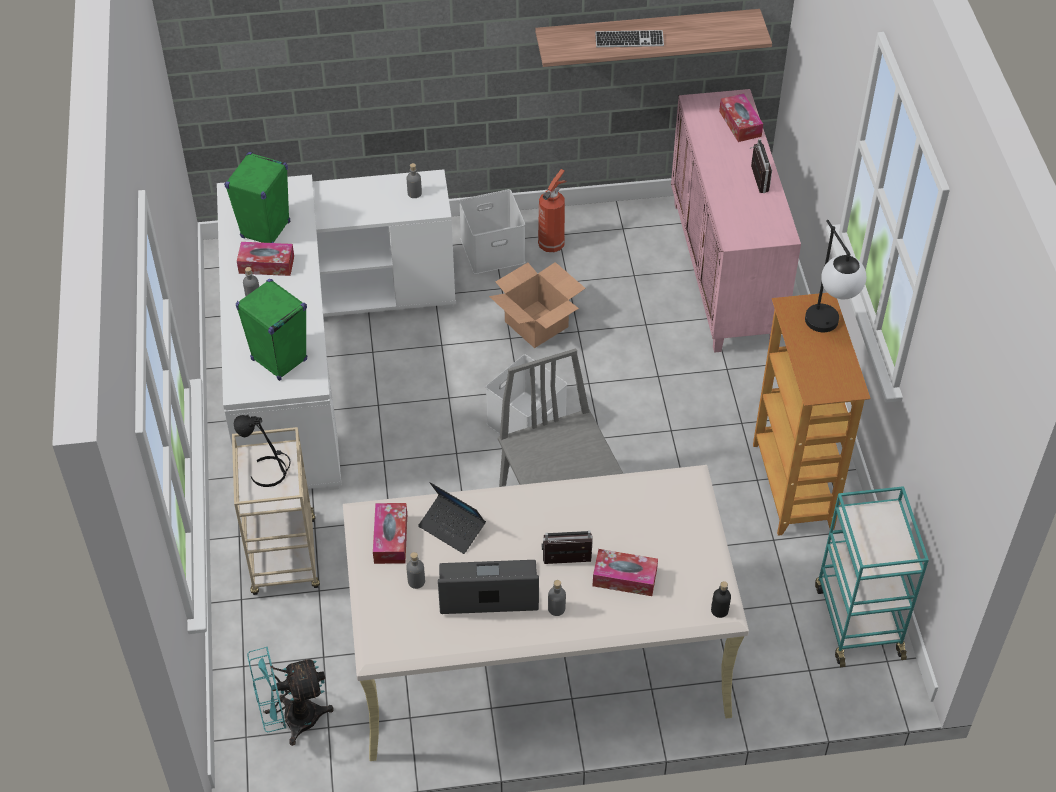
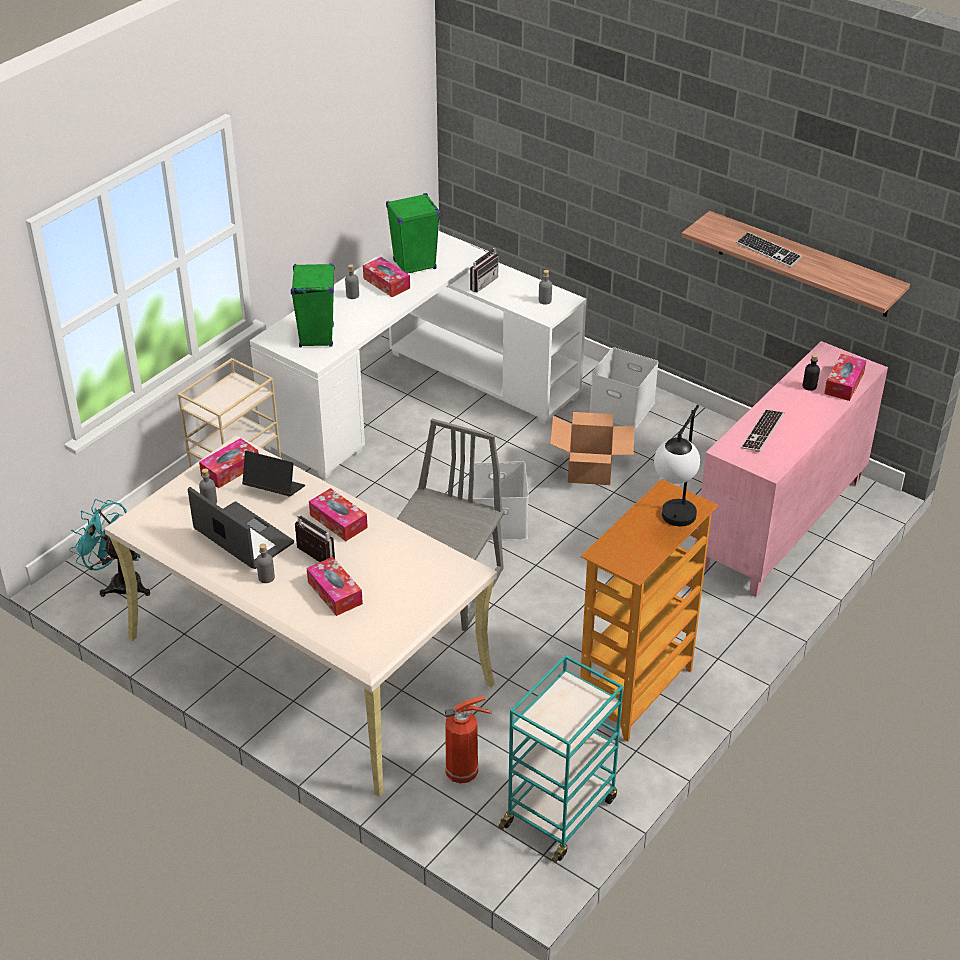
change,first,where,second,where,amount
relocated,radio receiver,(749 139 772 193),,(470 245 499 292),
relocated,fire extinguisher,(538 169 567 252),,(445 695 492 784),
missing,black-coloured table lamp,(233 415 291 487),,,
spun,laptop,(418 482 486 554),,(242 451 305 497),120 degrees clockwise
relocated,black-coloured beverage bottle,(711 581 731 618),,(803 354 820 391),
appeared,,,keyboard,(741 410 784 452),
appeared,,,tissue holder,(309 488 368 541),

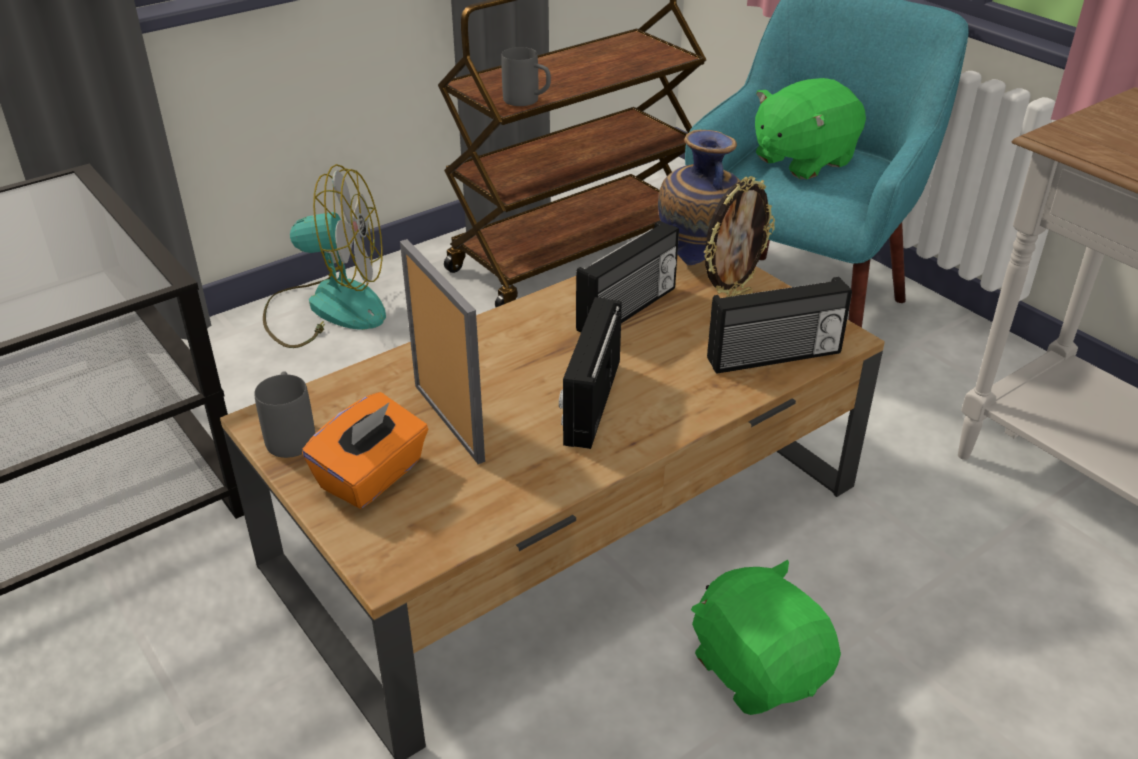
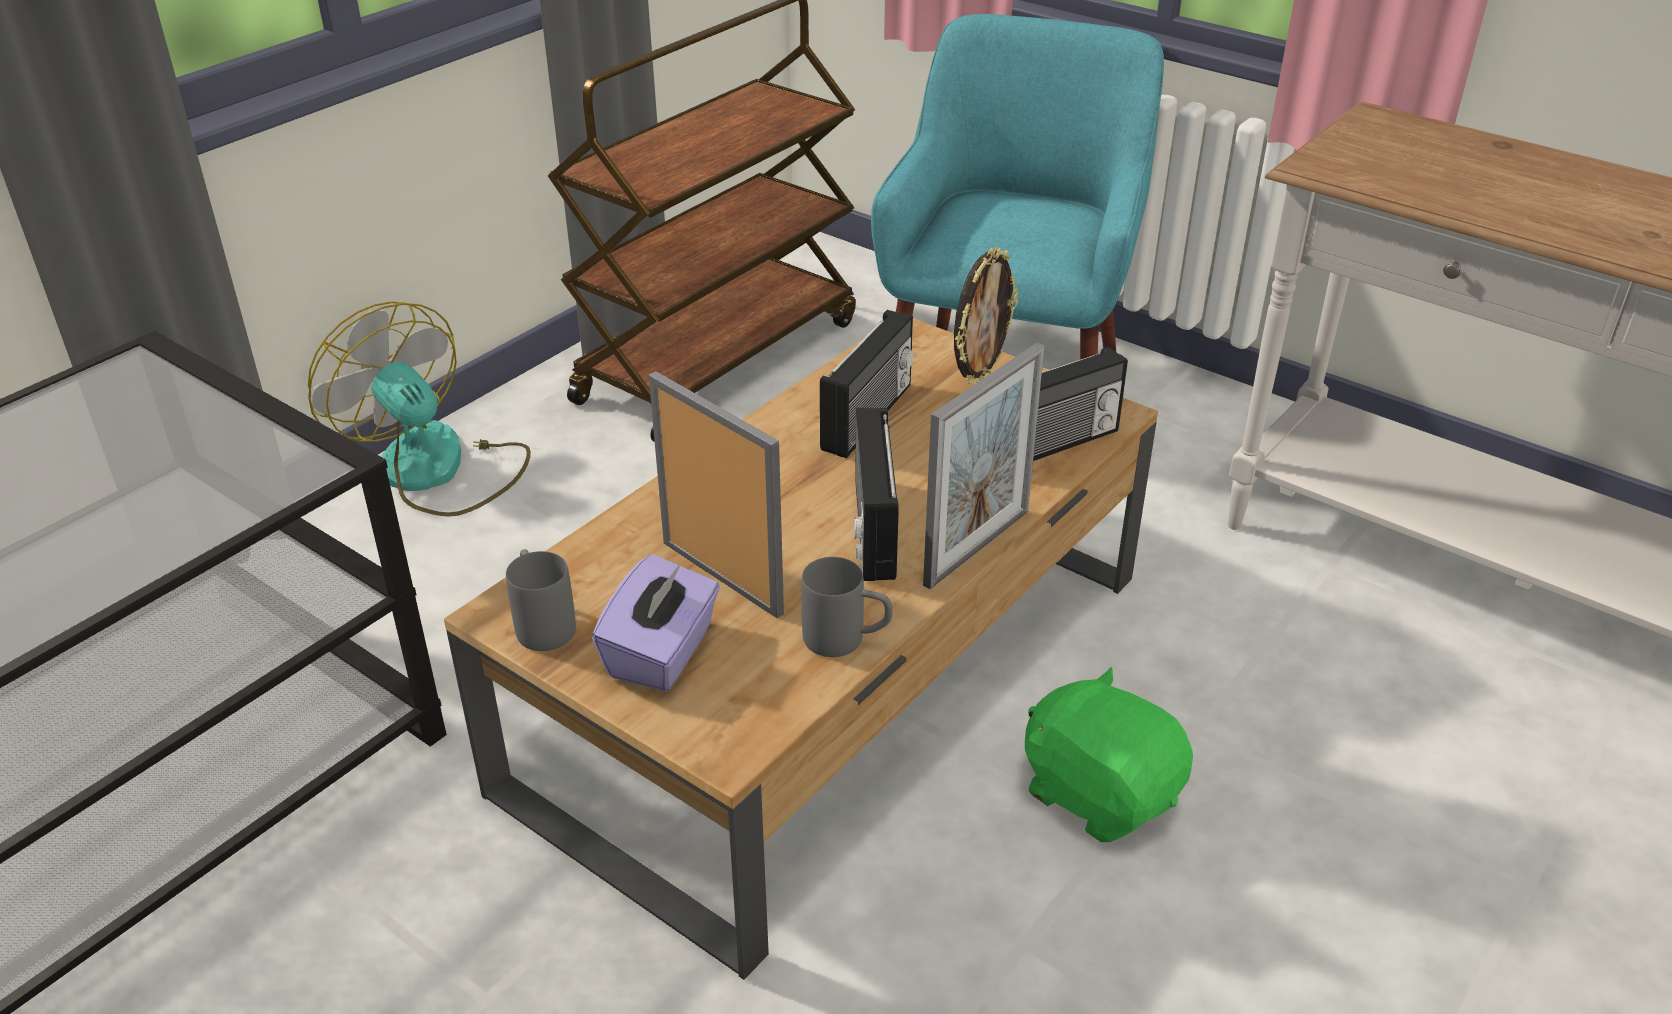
change,first,where,second,where,amount
relocated,grey mug,(501 47 551 106),,(801 557 893 657),
missing,green plush toy,(755 78 866 179),,,
missing,decorative vase,(658 130 740 265),,,
spun,fan,(263 164 386 348),,(308 301 531 517),120 degrees counterclockwise
colour,orange-coloured tissue holder,(302 392 428 509),purplish tissue holder,(592 554 720 691),
appeared,,,photo frame,(923 343 1044 589),

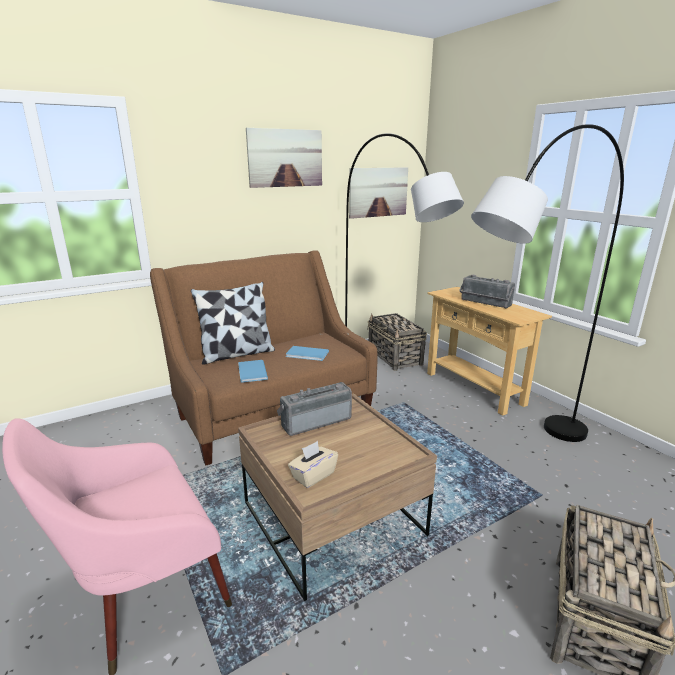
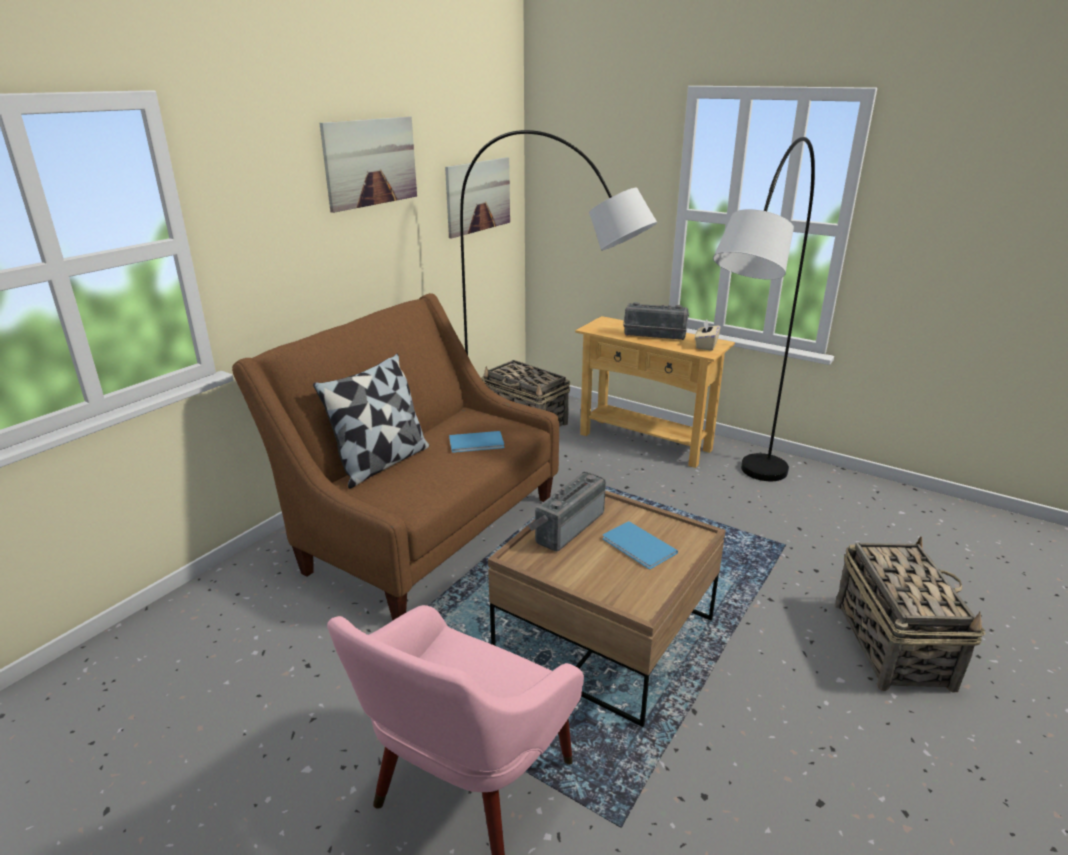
change,first,where,second,where,amount
relocated,blue-coloured volume,(238 360 268 383),,(602 521 678 569),
relocated,beige tissue holder,(288 441 338 488),,(695 320 721 351),

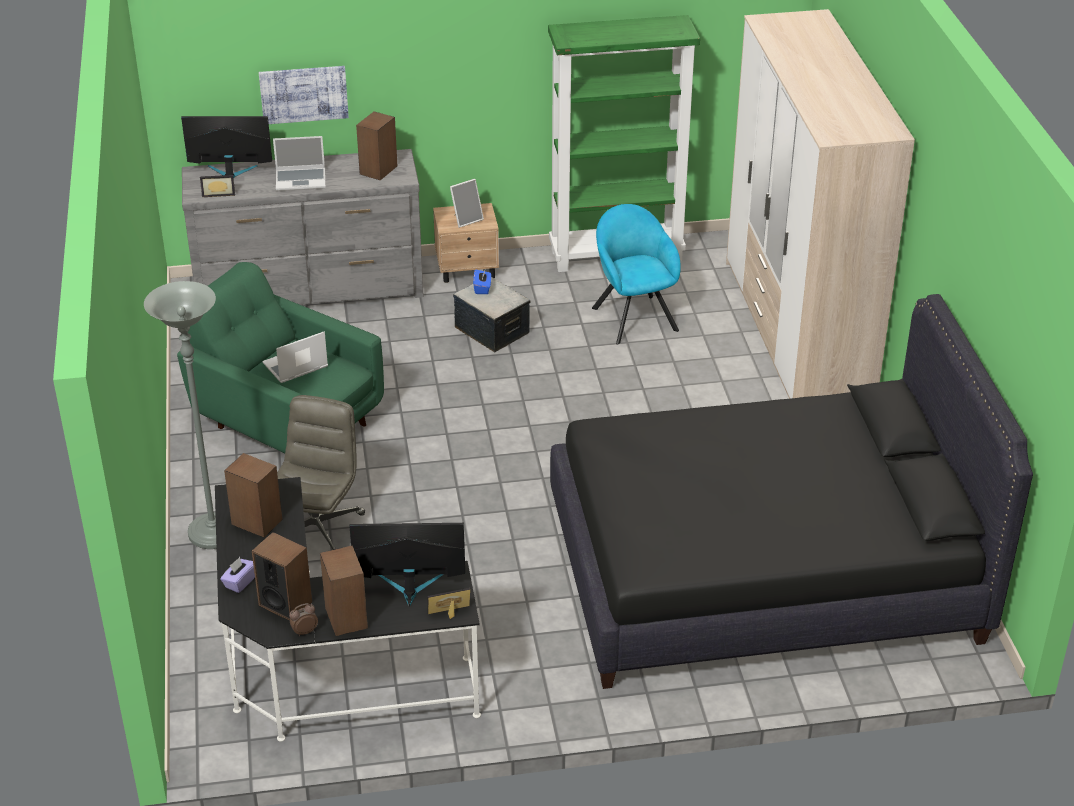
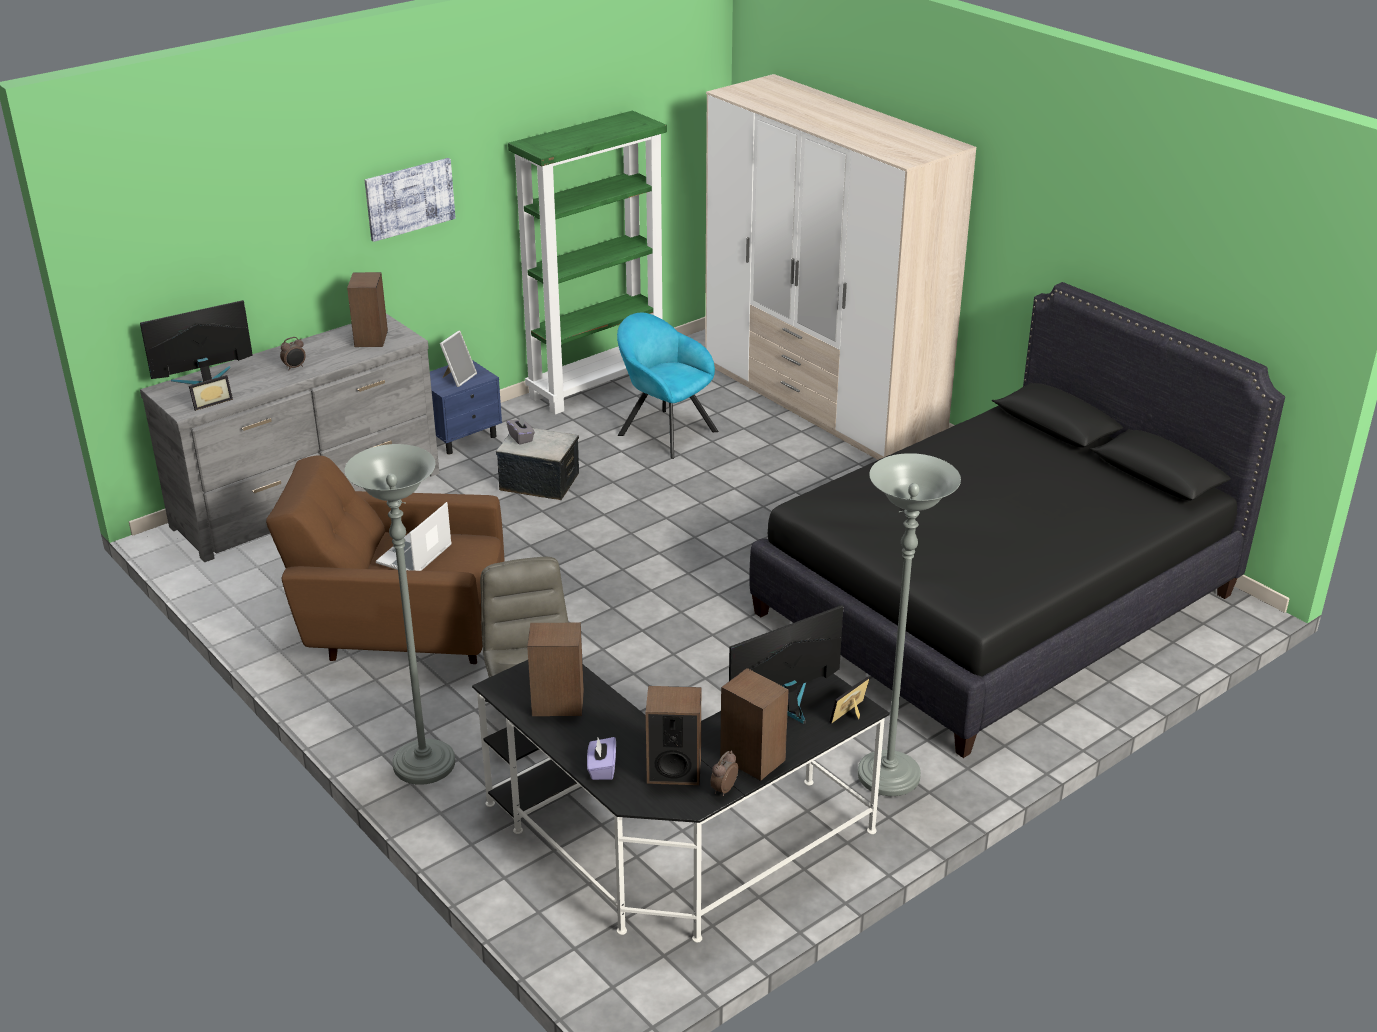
change,first,where,second,where,amount
relocated,wall picture,(259 66 349 124),,(365 158 455 242),
exchanged,laptop,(273 136 326 191),table clock,(280 337 306 370),
colour,beige nightstand,(433 203 499 283),blue-coloured nightstand,(430 360 502 454),
colour,green easy chair,(177 262 384 453),brownish easy chair,(266 455 505 664),
colour,blue-coloured tissue holder,(473 270 491 294),grey tissue holder,(506 416 535 445),
appeared,,,grey floor lamp,(858 453 961 796),

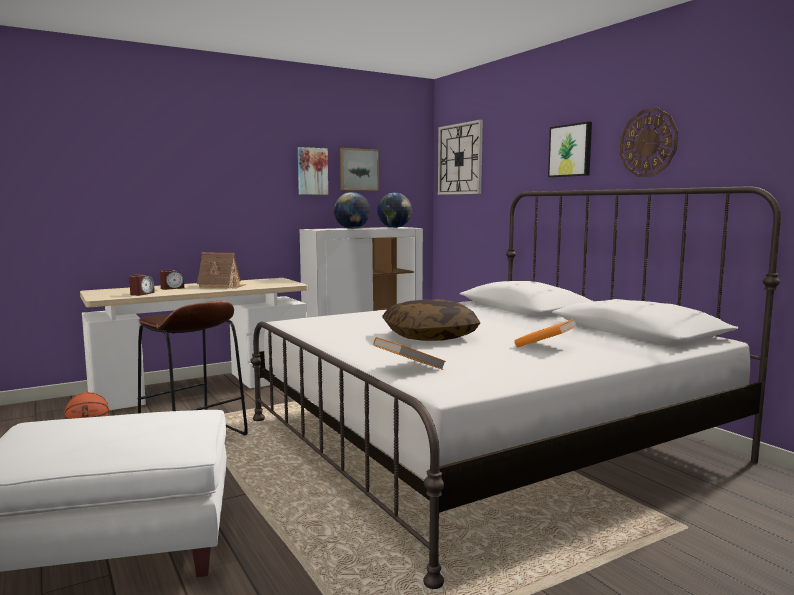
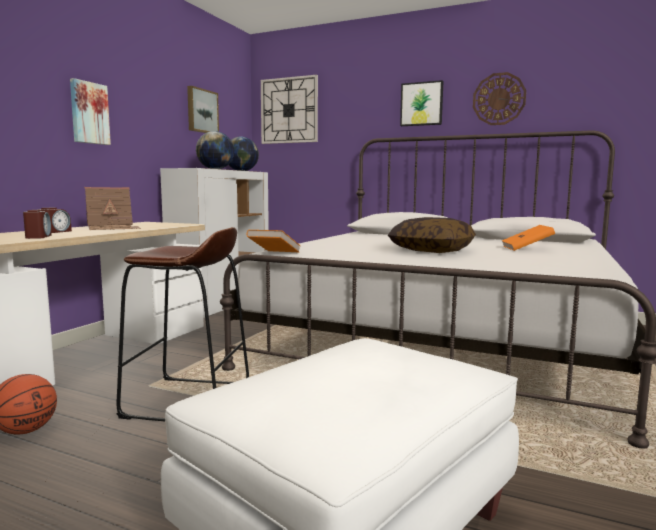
change,first,where,second,where,amount
relocated,wall picture,(298 147 328 195),,(70 78 111 145),
relocated,orange-coloured volume,(373 337 446 370),,(247 230 300 252),

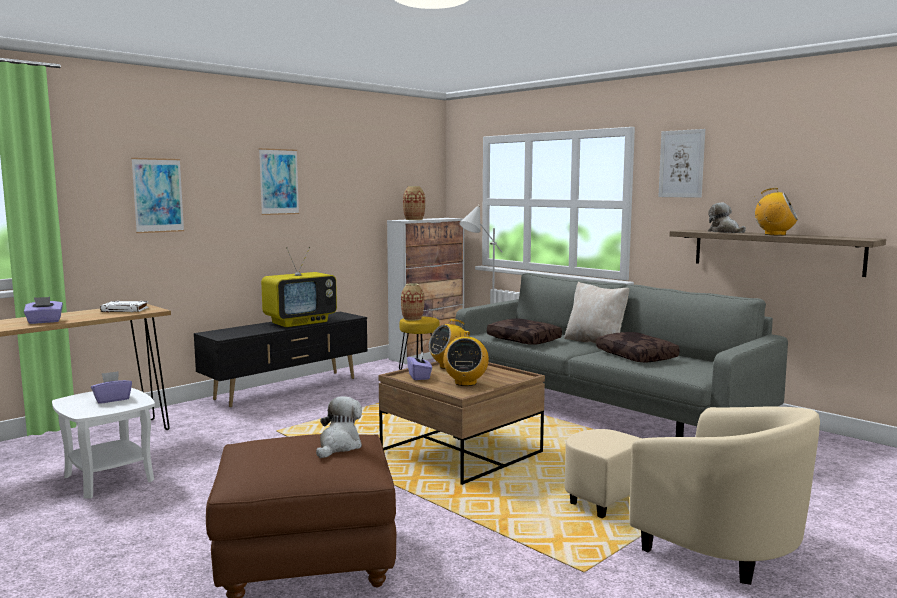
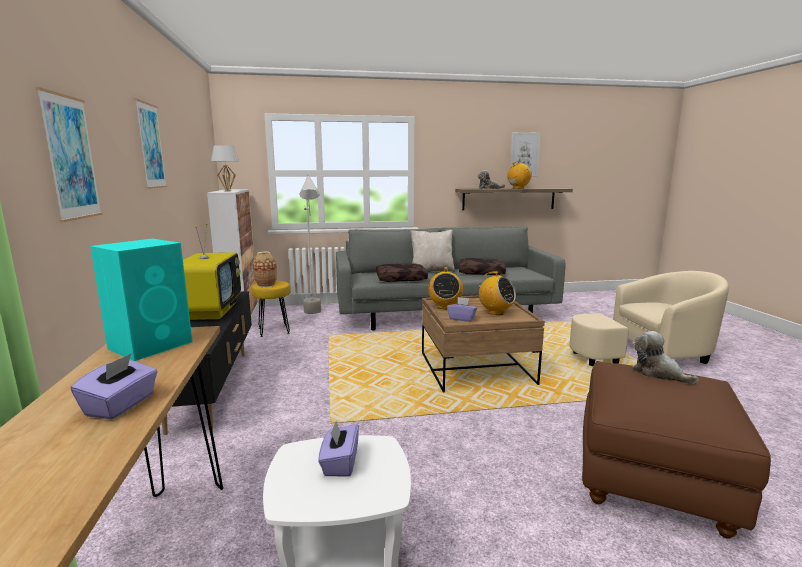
change,first,where,second,where,amount
relocated,wall picture,(658 129 705 198),,(510 132 541 176),
exchanged,decorative vase,(403 186 425 220),whitish table lamp,(211 145 239 191),
exchanged,whitish volume,(100 301 149 312),turquoise audio speaker,(90 239 193 361),

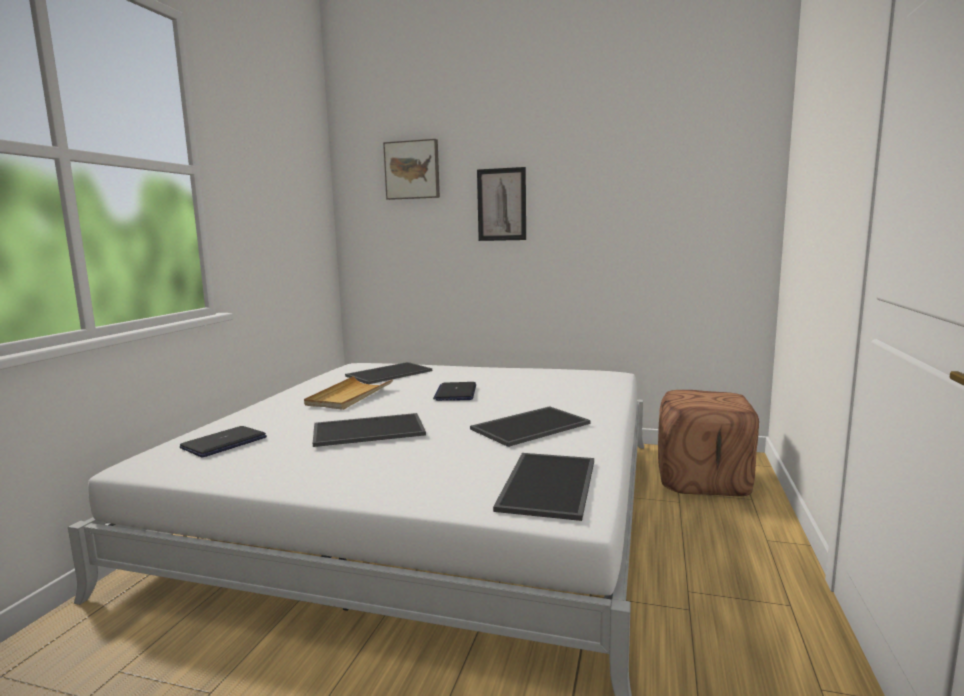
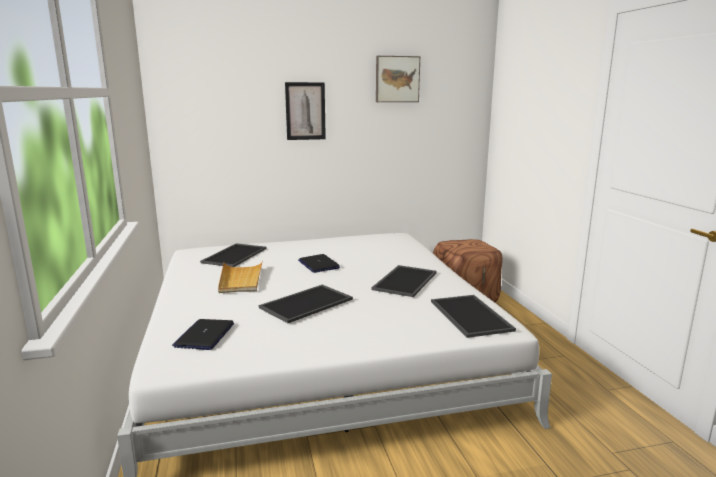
change,first,where,second,where,amount
relocated,wall picture,(383 139 440 200),,(376 56 420 102),

